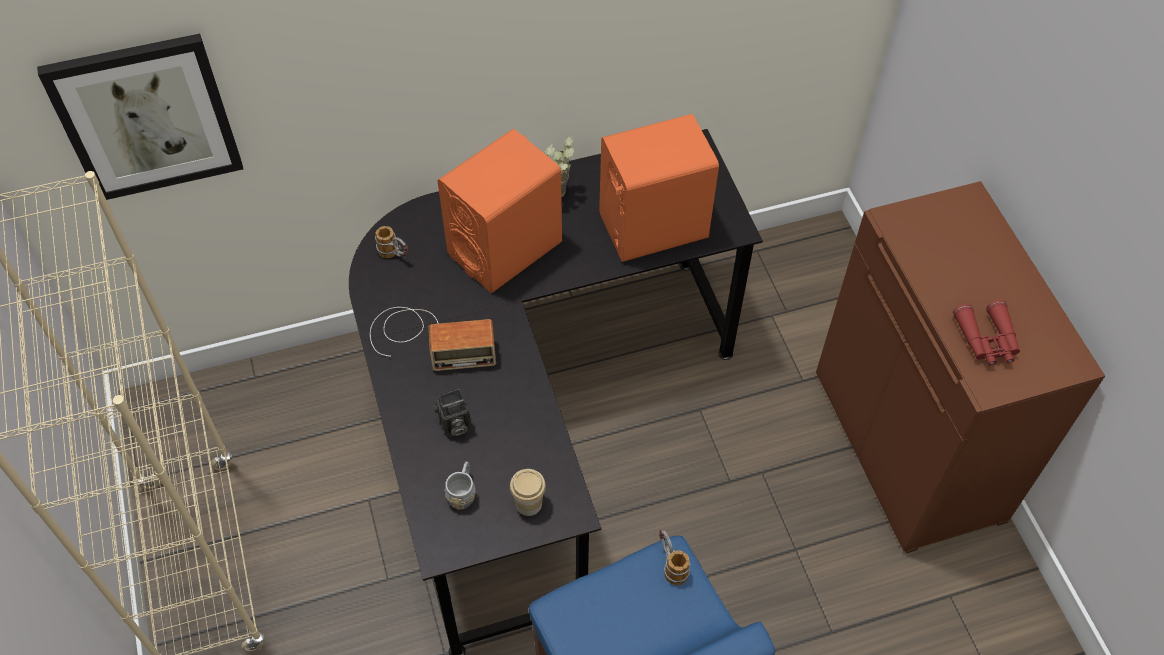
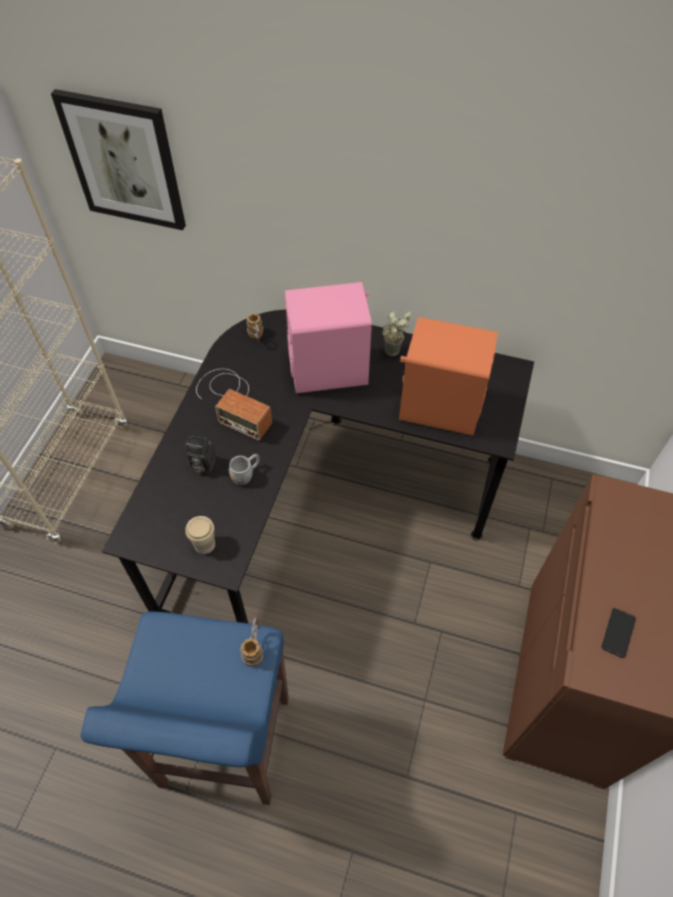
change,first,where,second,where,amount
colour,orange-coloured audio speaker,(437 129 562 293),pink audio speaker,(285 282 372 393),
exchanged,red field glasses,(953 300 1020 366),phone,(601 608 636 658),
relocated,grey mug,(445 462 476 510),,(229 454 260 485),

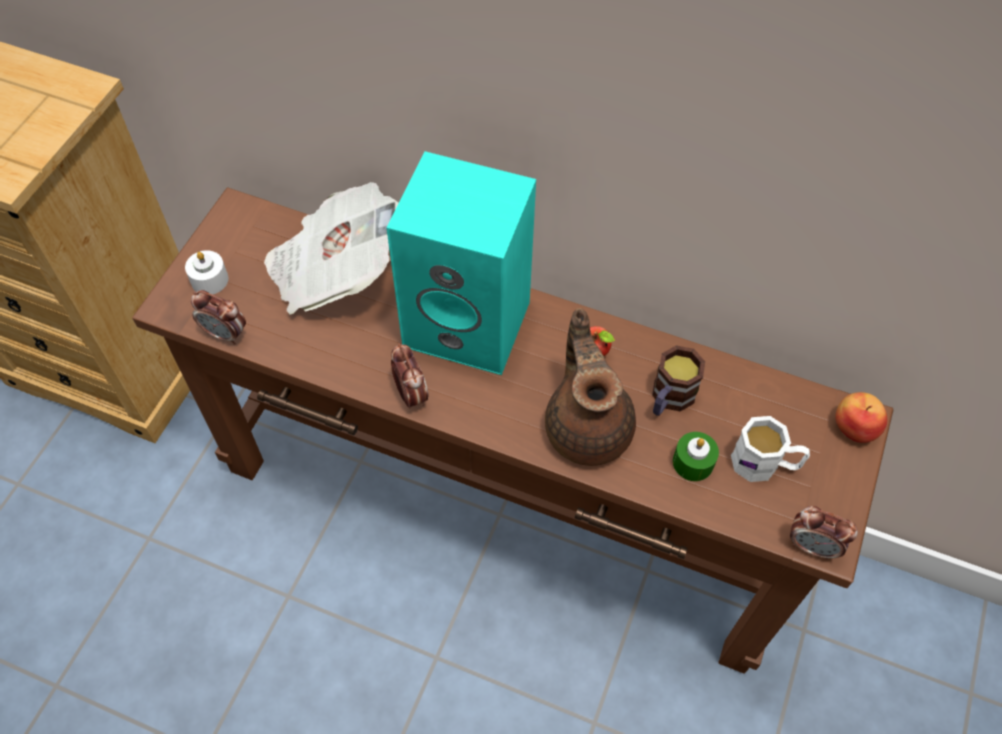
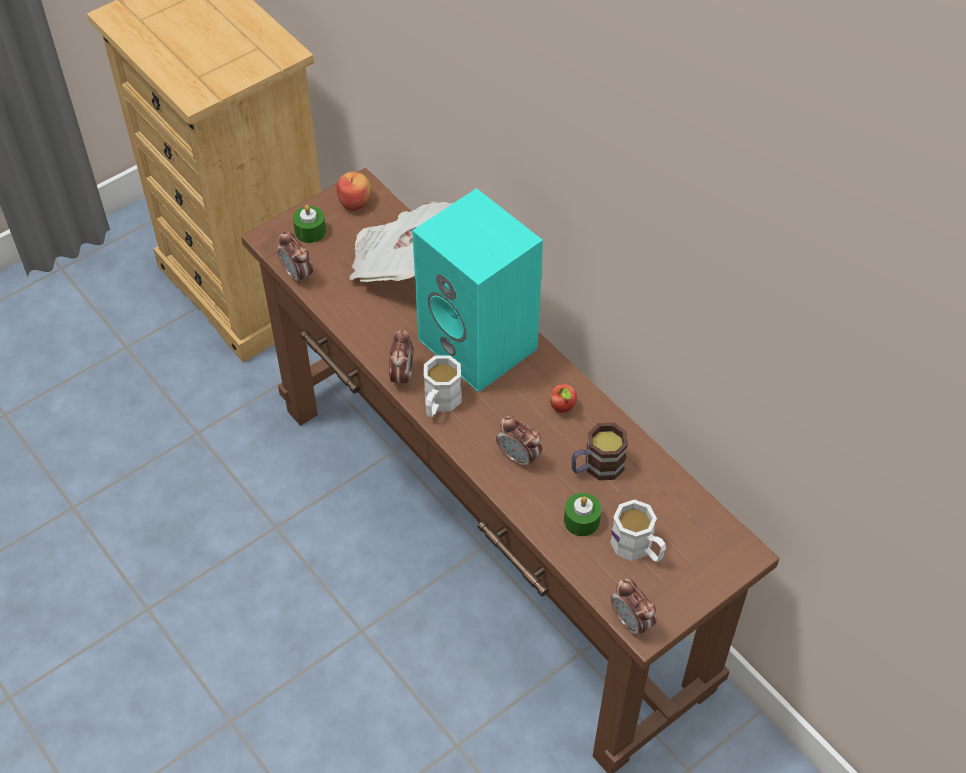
change,first,where,second,where,amount
colour,whitish candle,(185 250 228 294),green candle,(293 205 326 243),
exchanged,brownish tea pot,(545 308 636 466),table clock,(496 416 542 469),
relocated,apple fruit,(835 392 887 443),,(336 172 371 211),
appeared,,,whitish mug,(424 355 462 418),

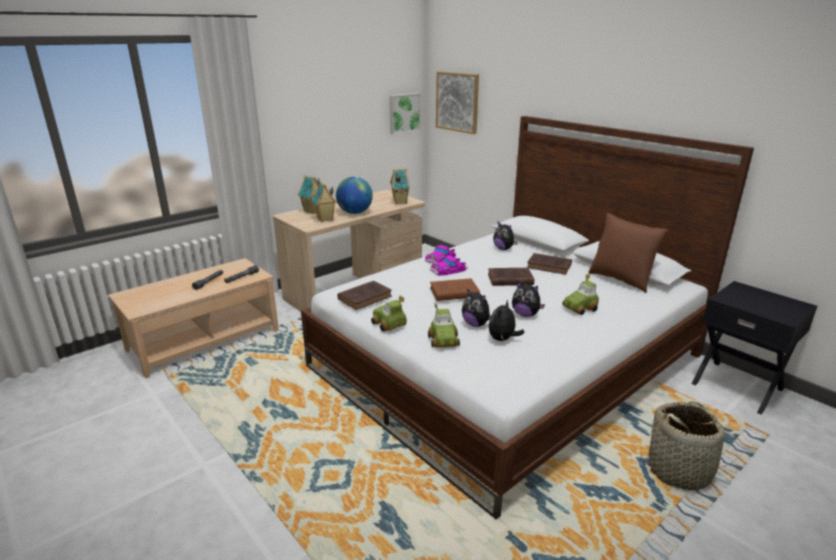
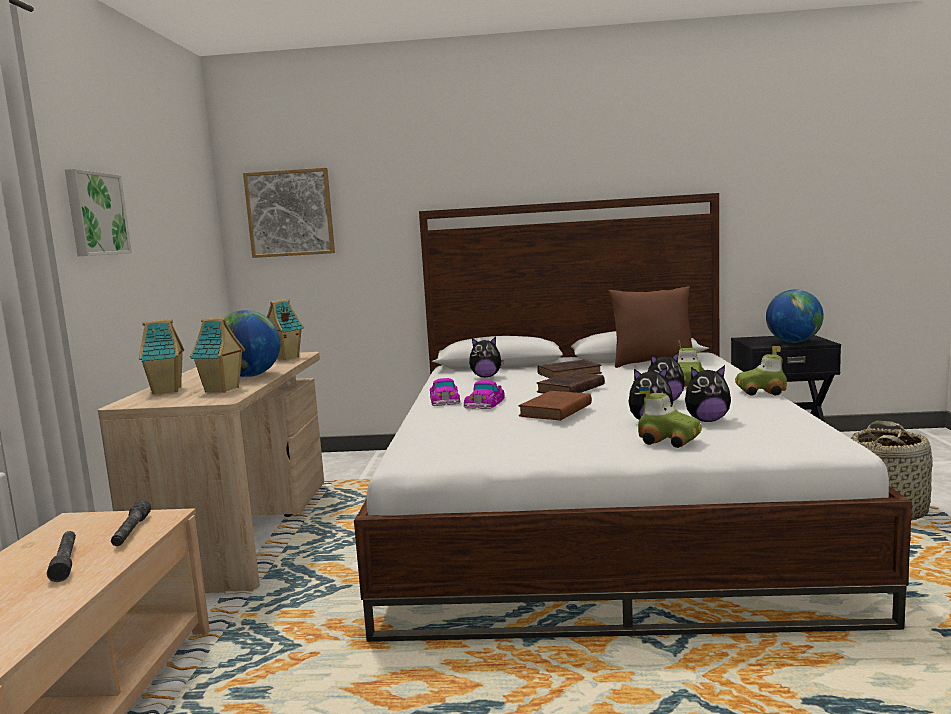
change,first,where,second,where,amount
relocated,wall picture,(389 93 421 134),,(65 169 132 256),
missing,brownish volume,(338 281 392 310),,,
relocated,miniature car,(371 296 407 332),,(735 346 787 396),
spun,plush toy,(489 300 525 341),,(685 365 731 422),75 degrees counterclockwise
appeared,,,globe,(766 289 824 343),

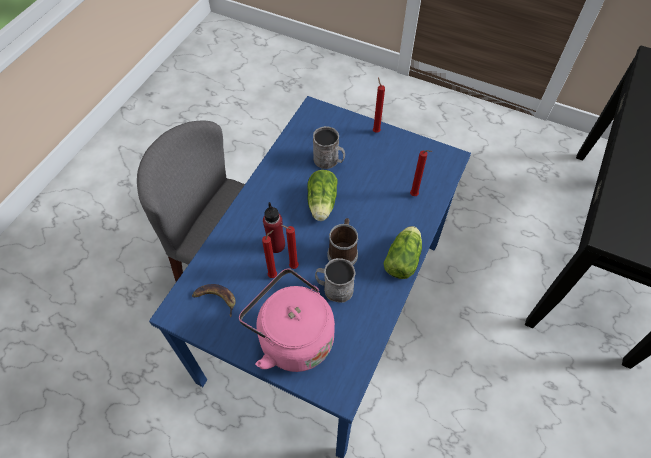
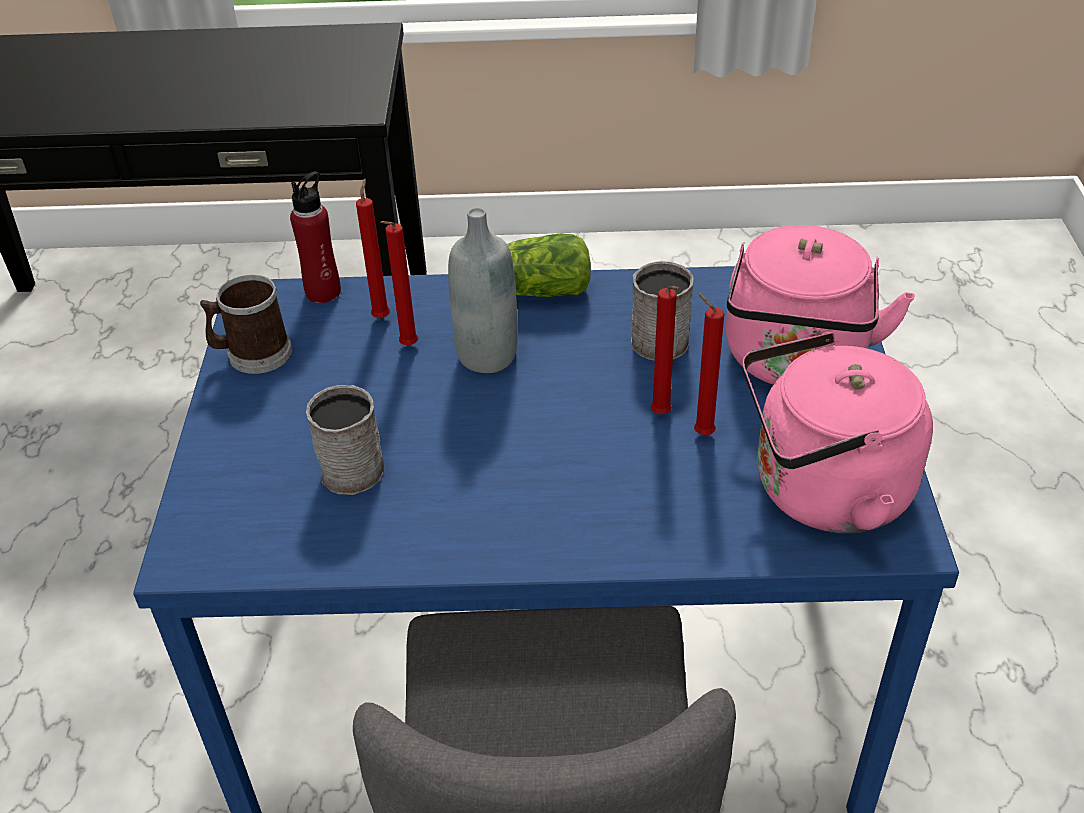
change,first,where,second,where,amount
relocated,red candle,(373 78 385 133),,(380 221 418 346),
missing,lettuce head,(307 170 338 221),,,
relocated,red beverage bottle,(263 202 285 253),,(290 171 341 303),
relocated,mug,(327 218 358 265),,(200 275 292 374),
exchanged,banana,(192 284 236 317),pink water kettle,(742 332 933 533),
appeared,,,grey beverage bottle,(448 208 518 373),

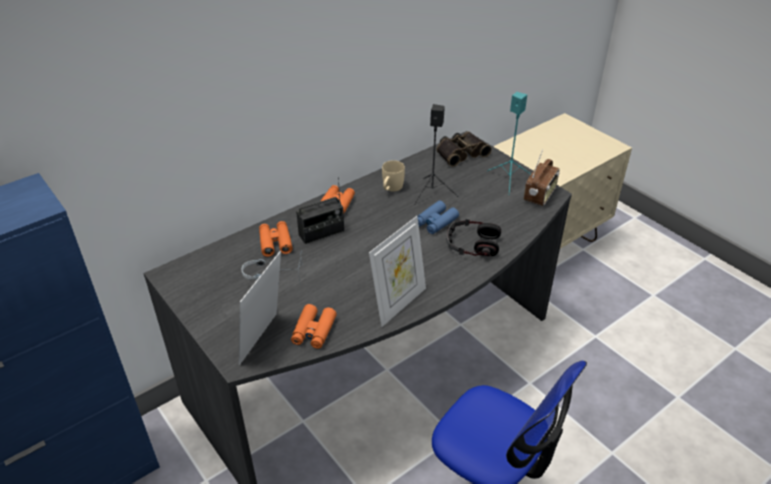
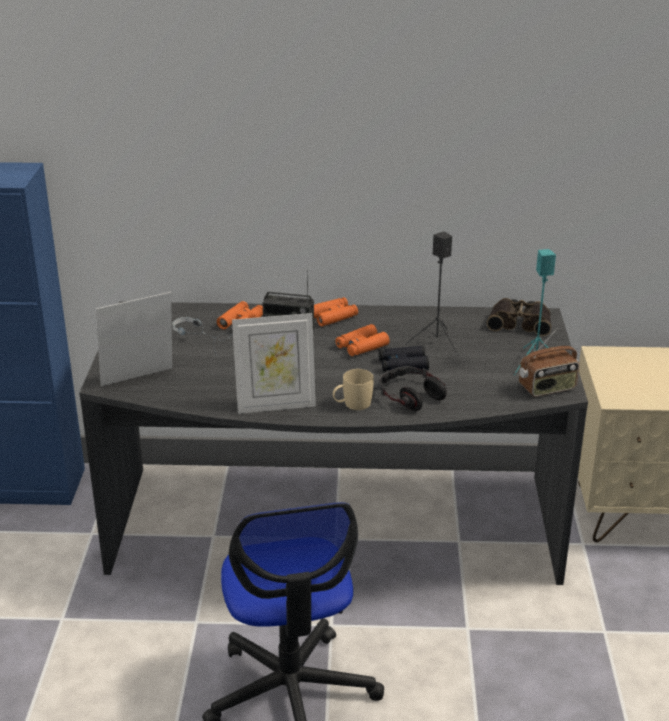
change,first,where,second,where,amount
relocated,beige mug,(382 160 405 192),,(333 369 373 410),
colour,blue-coloured field glasses,(418 201 459 234),black-coloured field glasses,(379 346 429 371),
relocated,orange-coloured field glasses,(291 304 337 349),,(335 324 390 356),

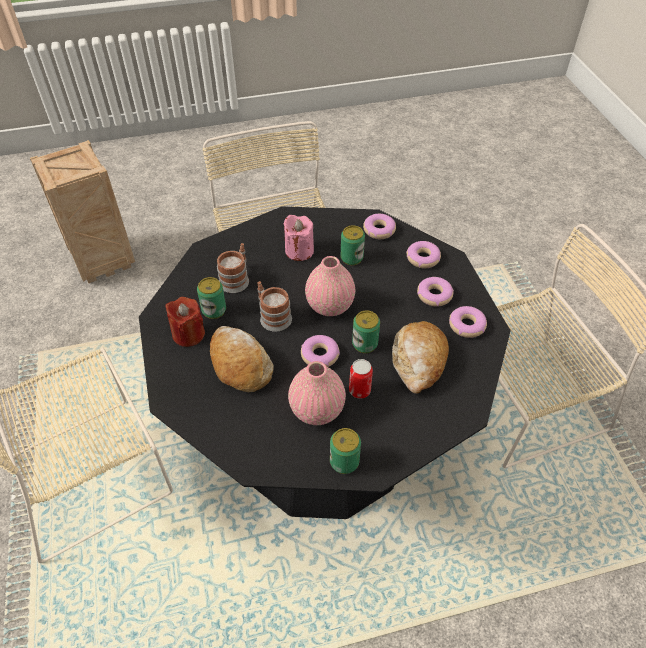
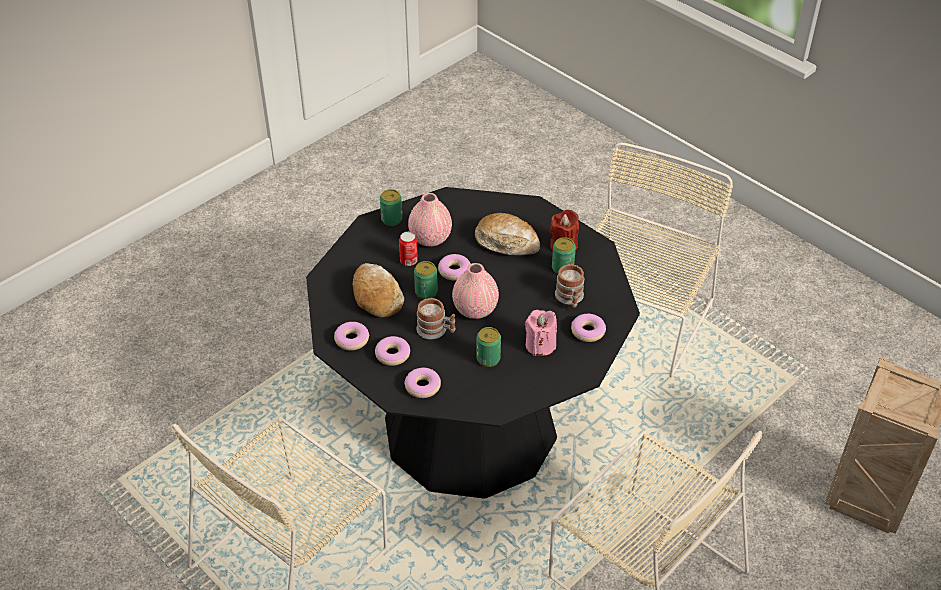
change,first,where,second,where,amount
relocated,ring doughnut,(363 214 396 239),,(571 314 606 342),
relocated,mug,(258 281 292 332),,(416 298 455 339),

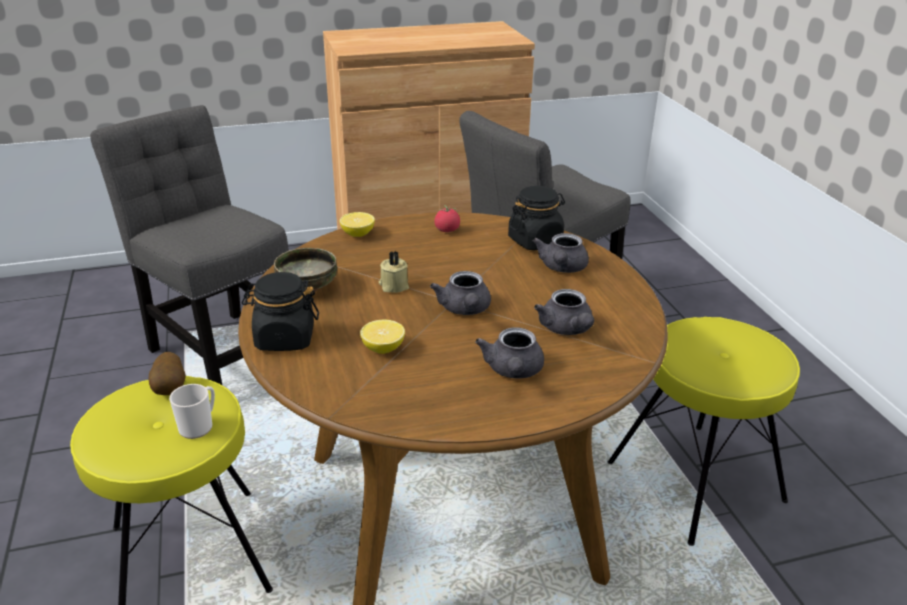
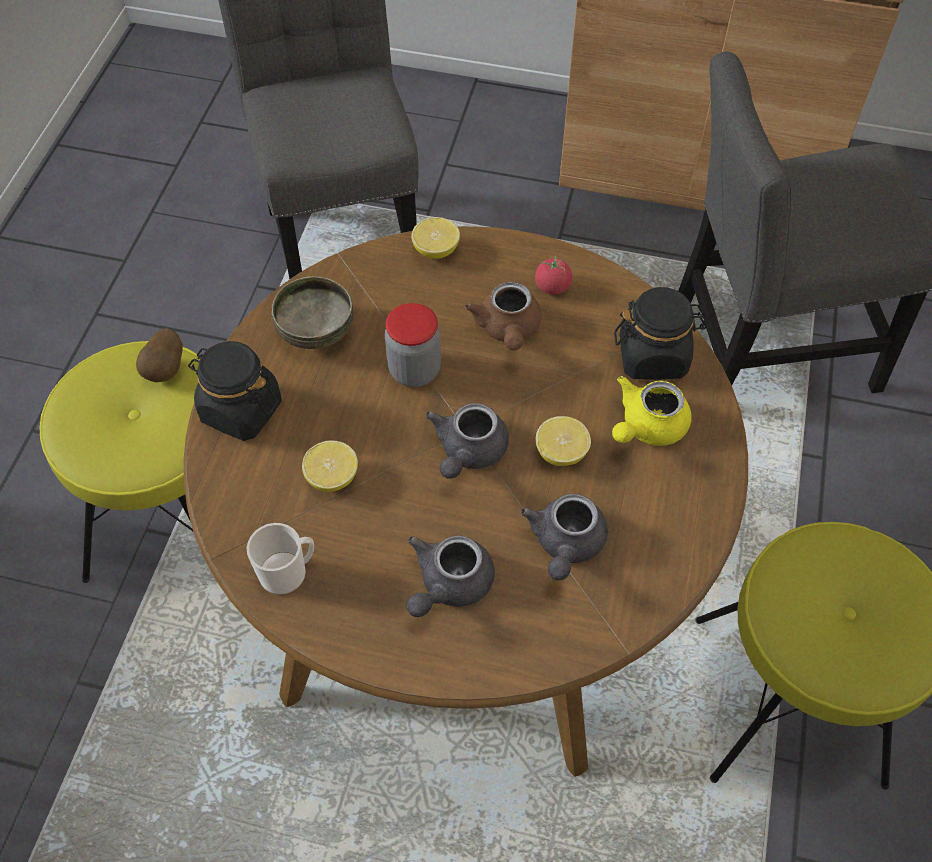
change,first,where,second,where,amount
colour,grey tea pot,(532 233 589 273),yellow tea pot,(612 376 692 446),
exchanged,beige candle,(379 251 409 293),storage jar,(385 303 441 387),
relocated,mug,(169 384 215 439),,(247 523 314 595),
appeared,,,brownish tea pot,(465 282 541 351),
appeared,,,citrus fruit,(536 416 591 466),

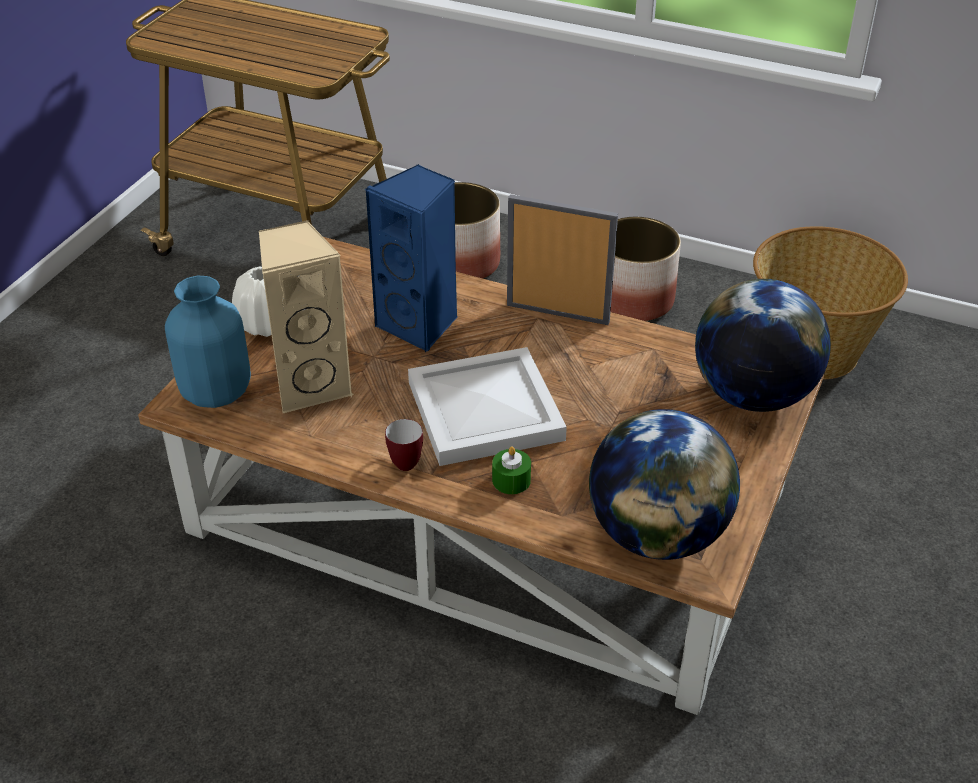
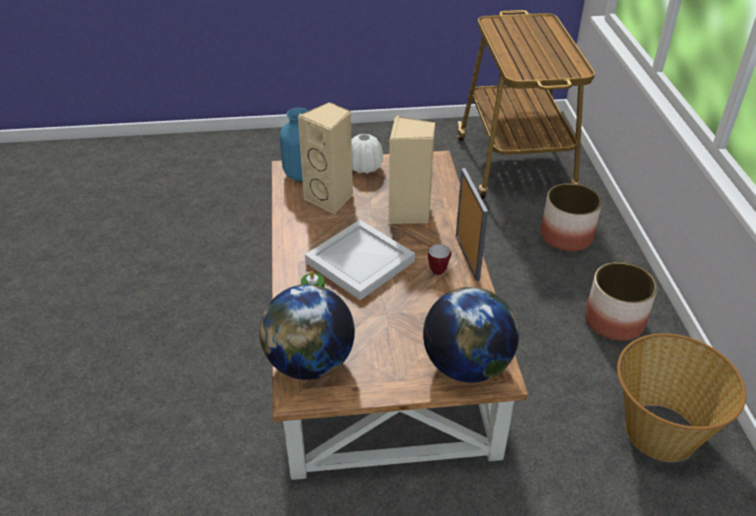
change,first,where,second,where,amount
colour,blue-coloured audio speaker,(365 164 458 352),beige audio speaker,(389 116 435 224),
relocated,mug,(385 419 423 471),,(428 244 452 275),

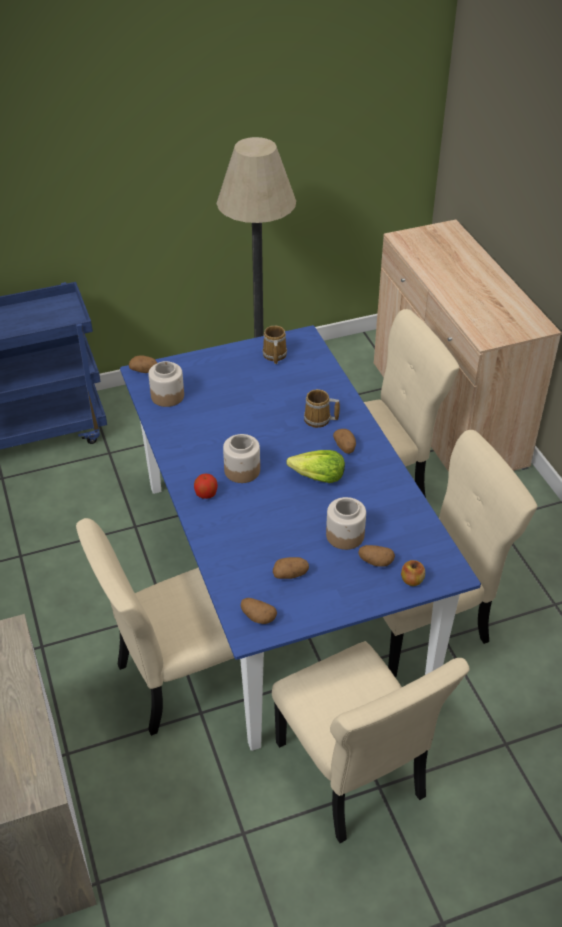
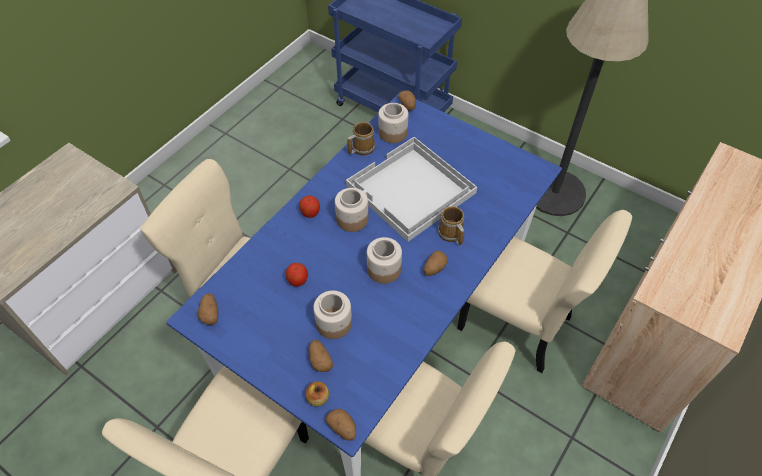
change,first,where,second,where,amount
relocated,mug,(262 326 287 364),,(347 122 375 156),
exchanged,lettuce head,(286 450 345 483),storage jar,(367 237 402 284),
relocated,spud,(273 557 309 579),,(326 409 356 441),
appeared,,,whitish tray,(346 137 477 242),
appeared,,,apple fruit,(286 263 308 287),

